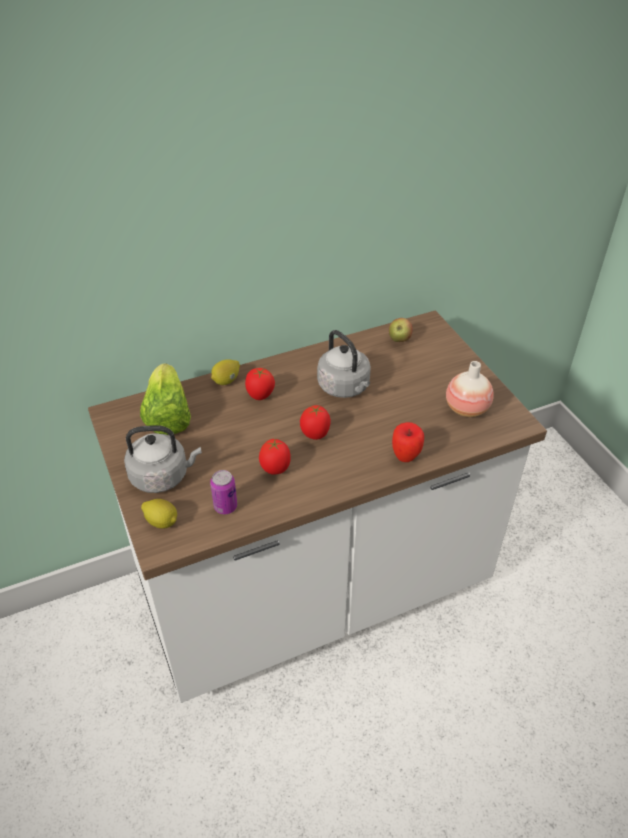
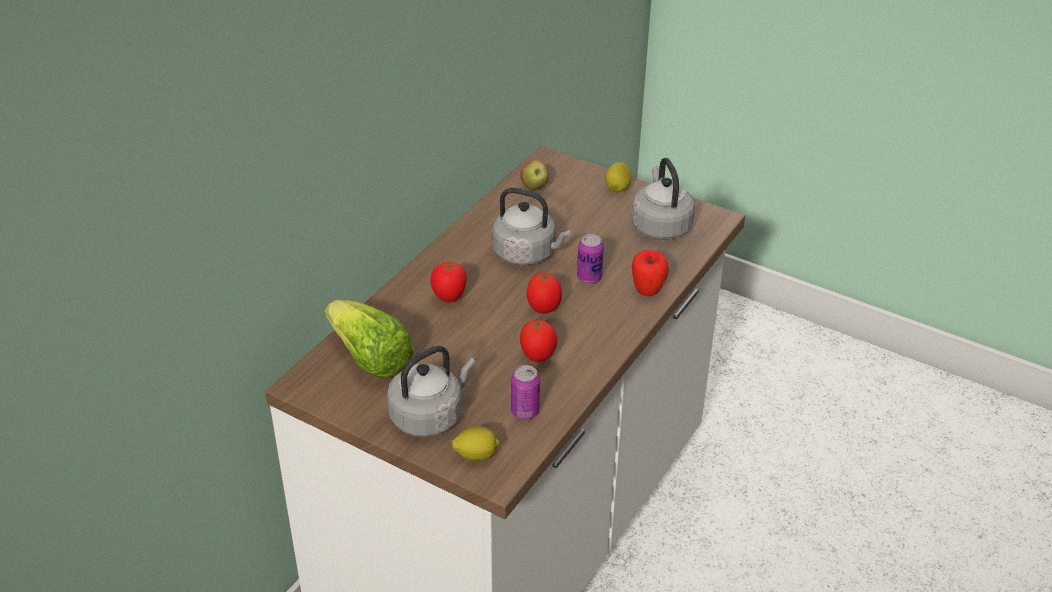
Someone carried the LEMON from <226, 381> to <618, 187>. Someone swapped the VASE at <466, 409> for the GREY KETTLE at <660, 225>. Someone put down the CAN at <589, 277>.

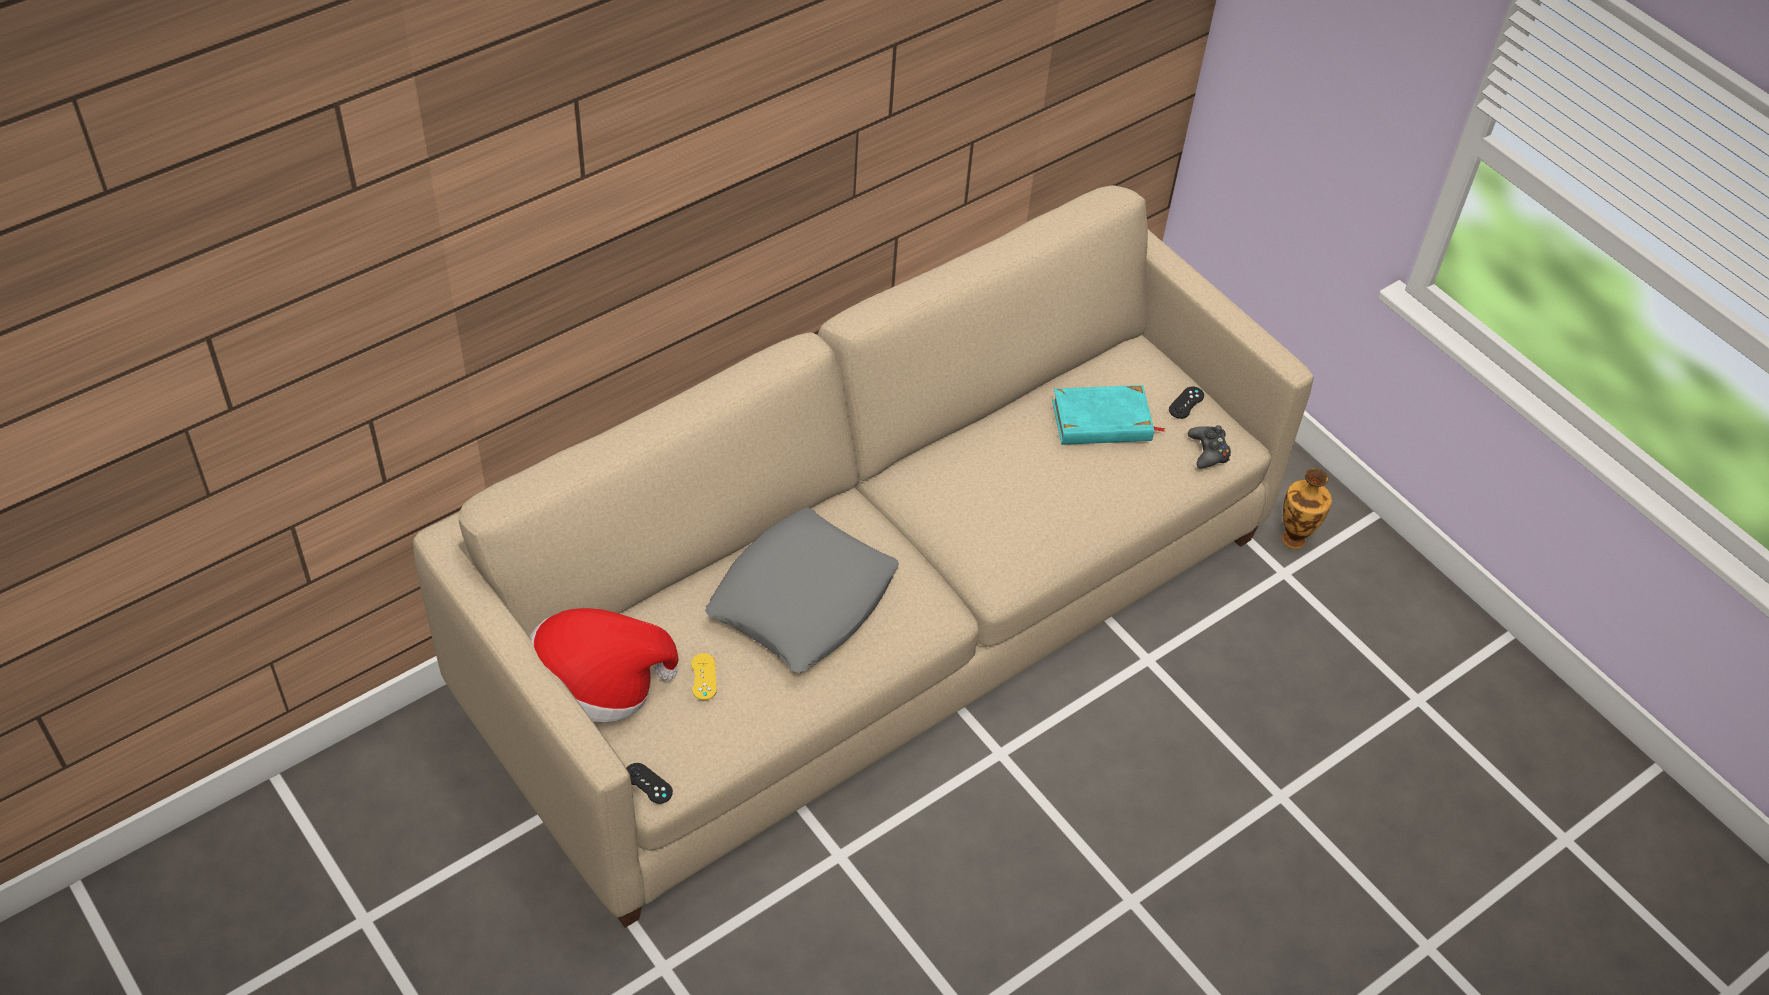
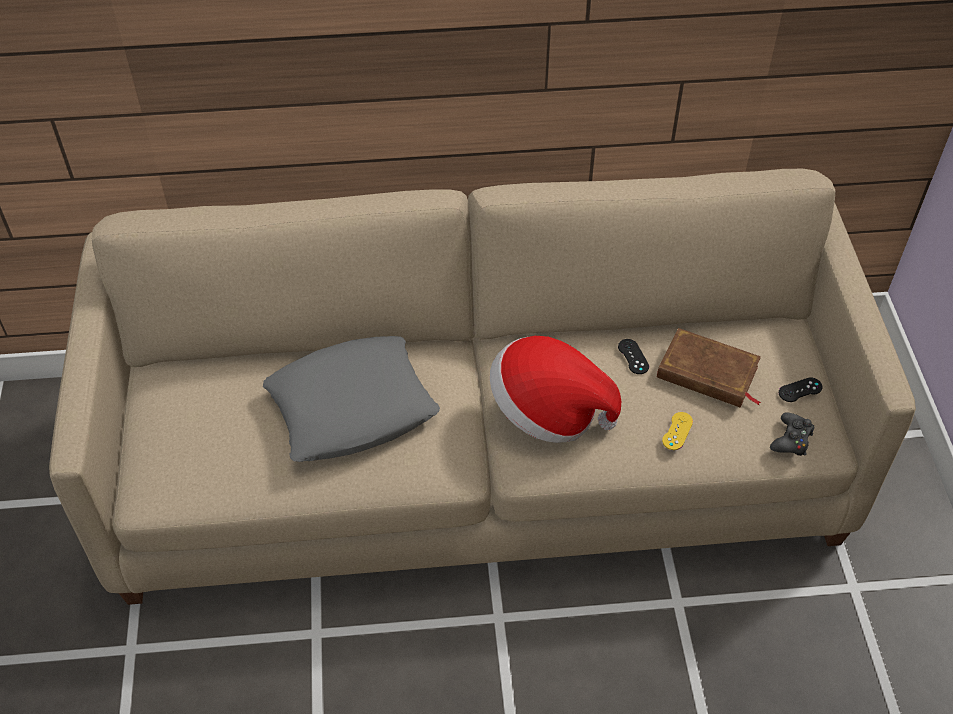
Someone carried the HAT from <597, 687> to <548, 411>. Someone carried the BLACK GAME CONTROLLER from <648, 783> to <633, 356>. Someone carried the YELLOW GAME CONTROLLER from <703, 677> to <677, 431>. Someone repainted the TURQUOISE BOOK at <1102, 421>, which became the BROWN BOOK at <707, 373>. Someone took away the VASE at <1294, 538>.

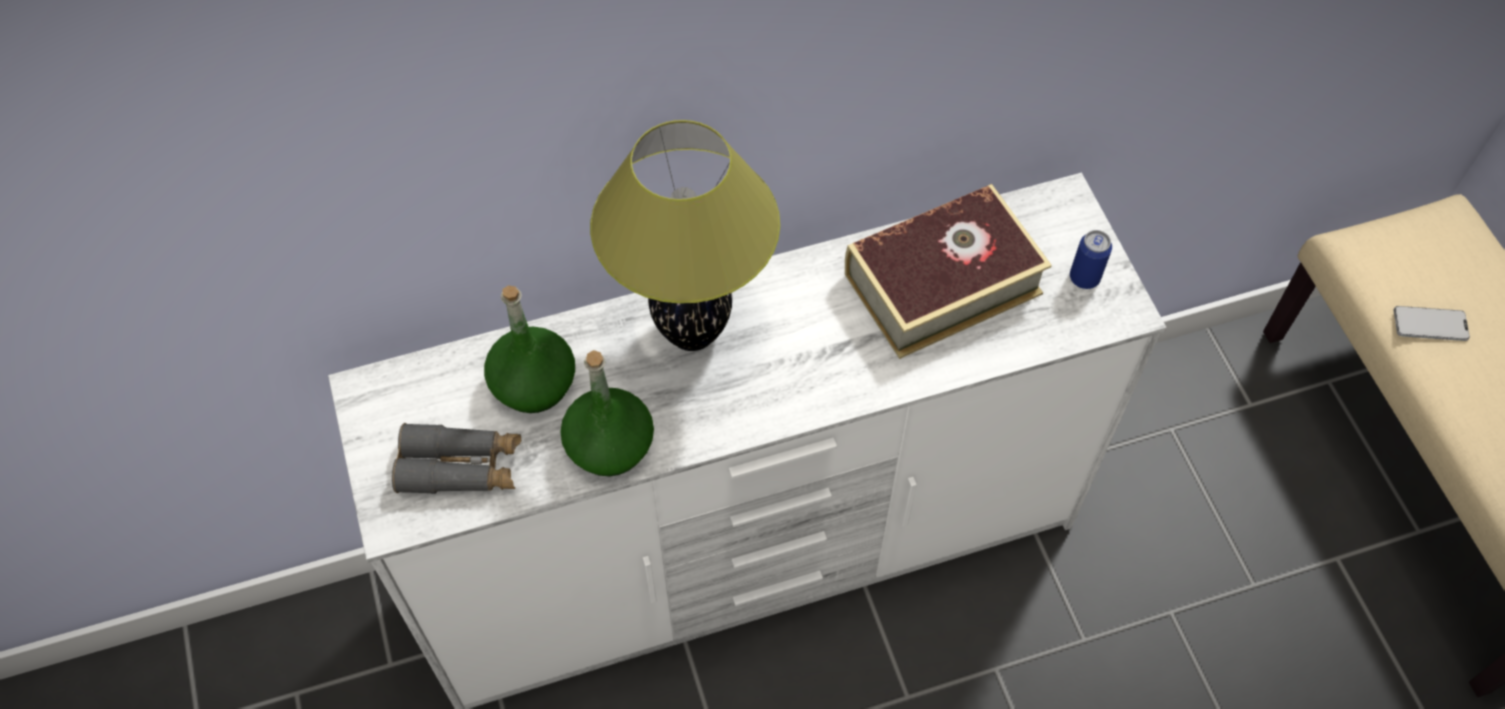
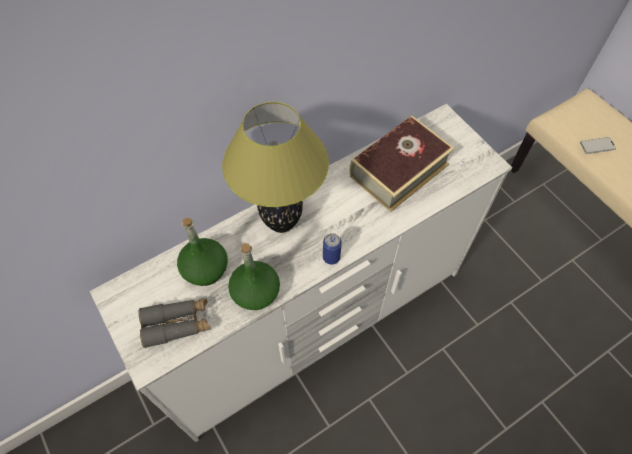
Someone carried the CAN from <1084, 278> to <331, 257>.

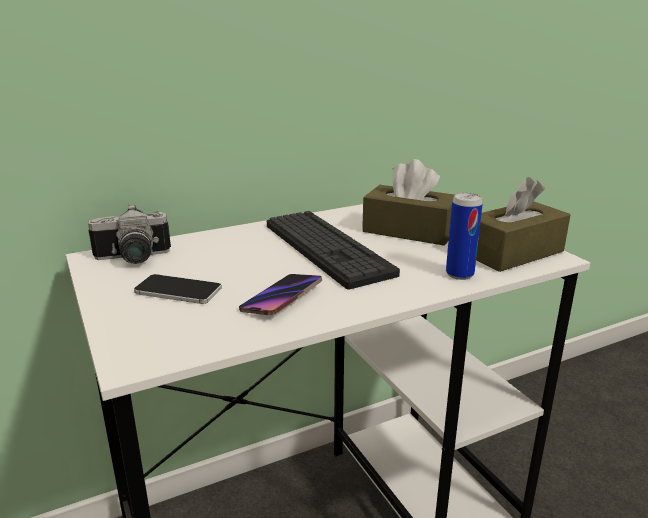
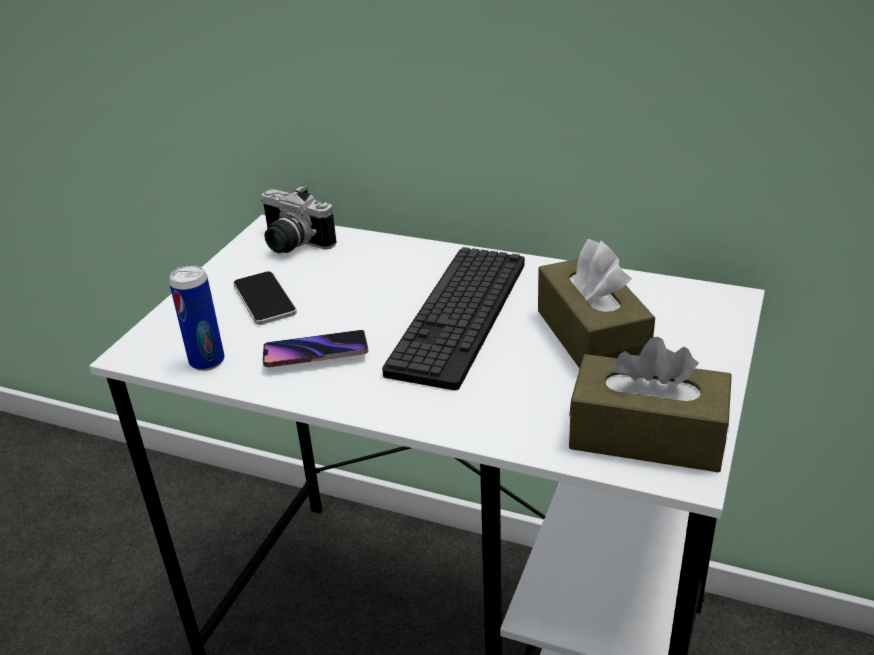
Someone carried the CAN from <459, 274> to <207, 361>.

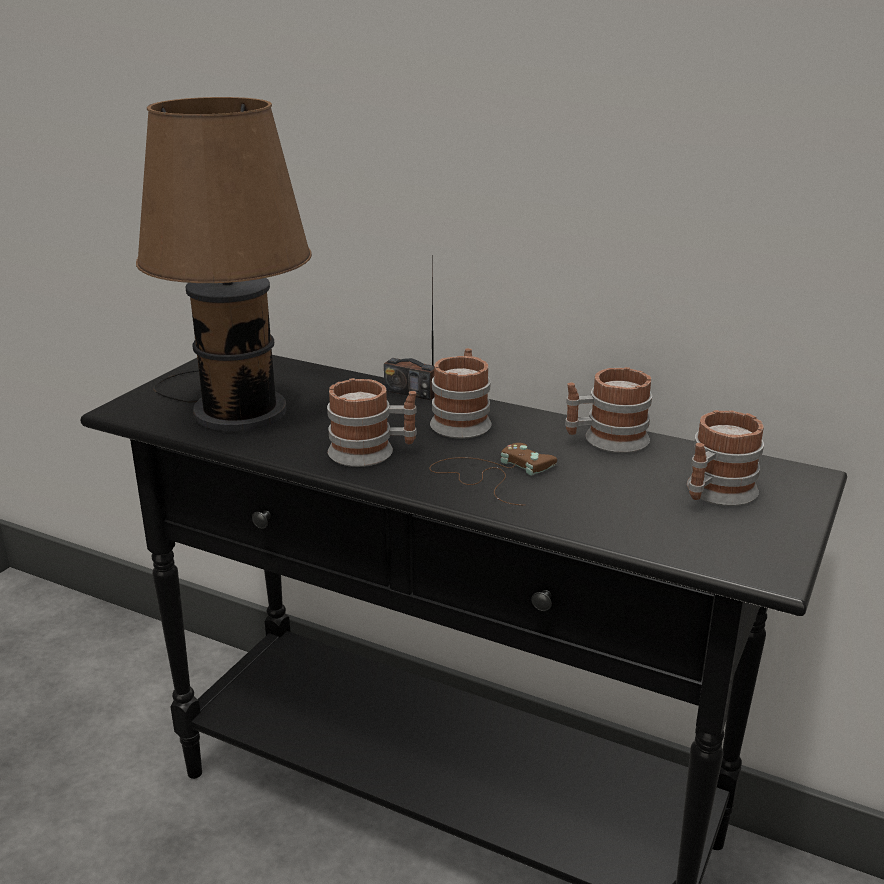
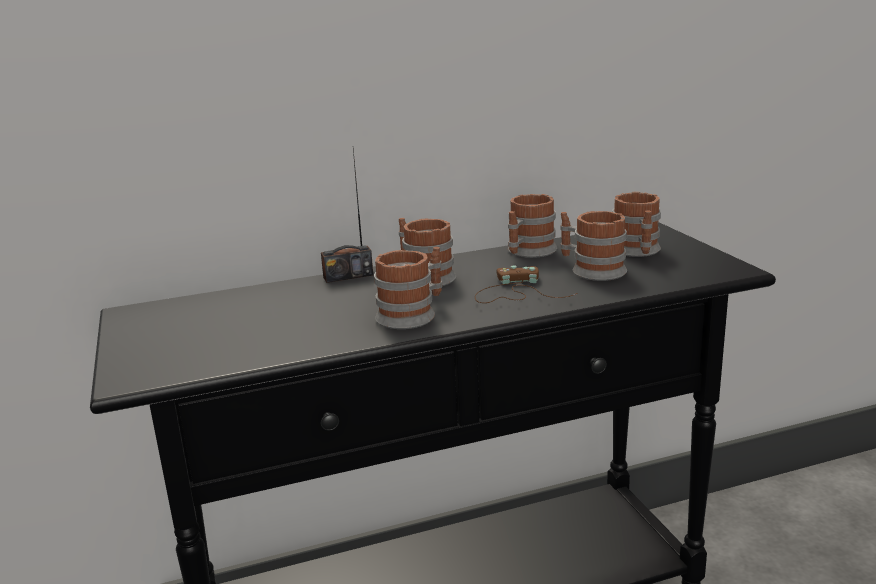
Someone took away the BROWN TABLE LAMP at <235, 408>. Someone put down the MUG at <591, 269>.

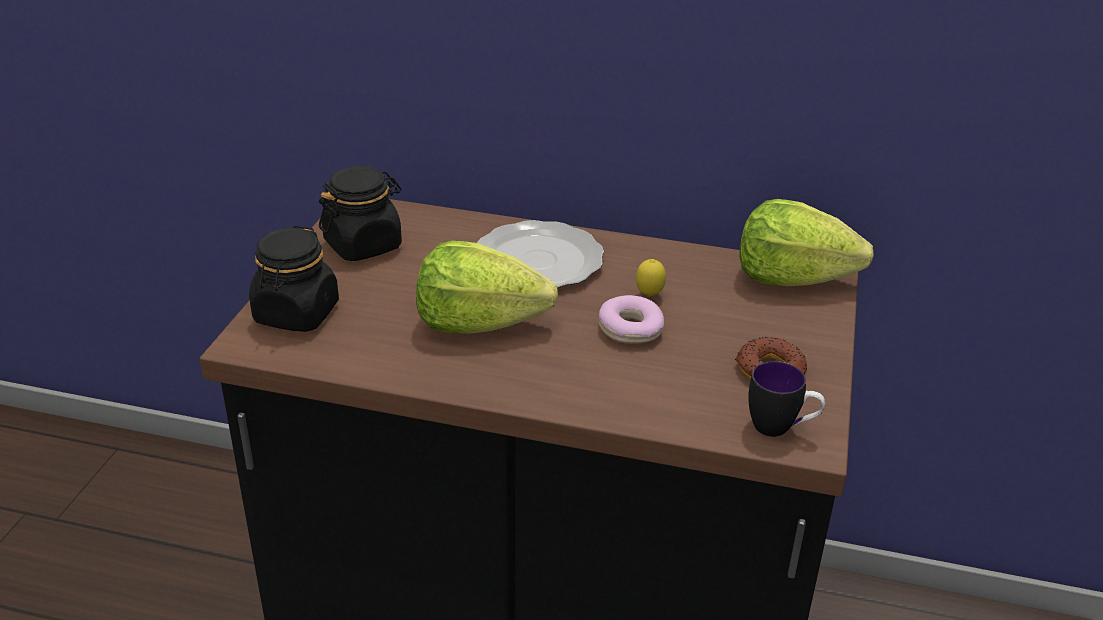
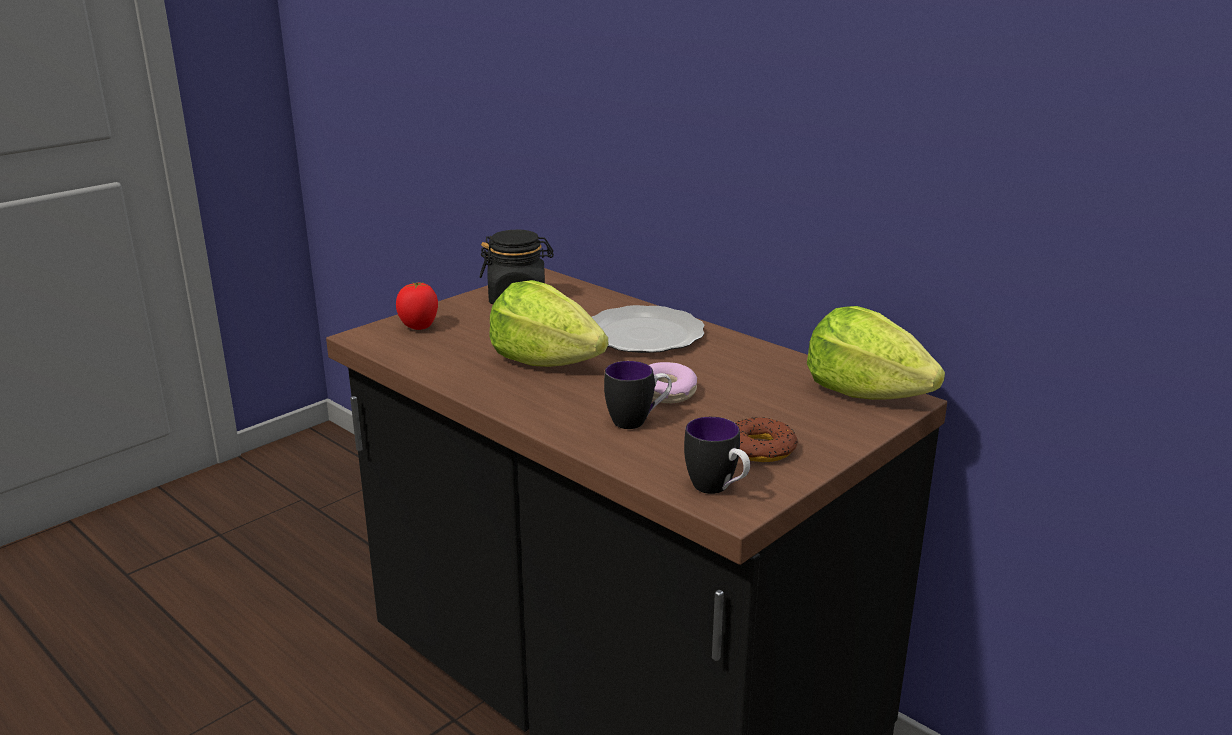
Someone swapped the BLACK JAR at <296, 314> for the TOMATO at <419, 327>. Someone took away the LEMON at <649, 296>. Someone put down the MUG at <638, 421>.

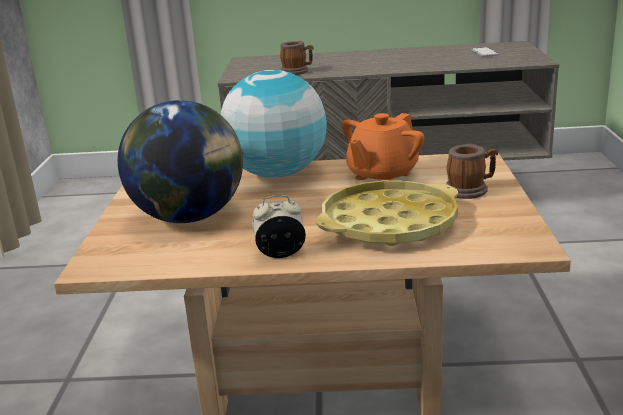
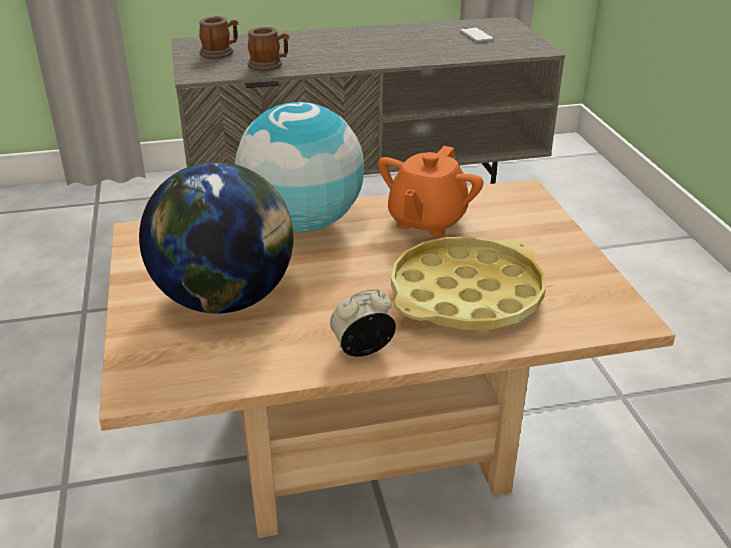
Someone carried the MUG from <470, 190> to <220, 53>.

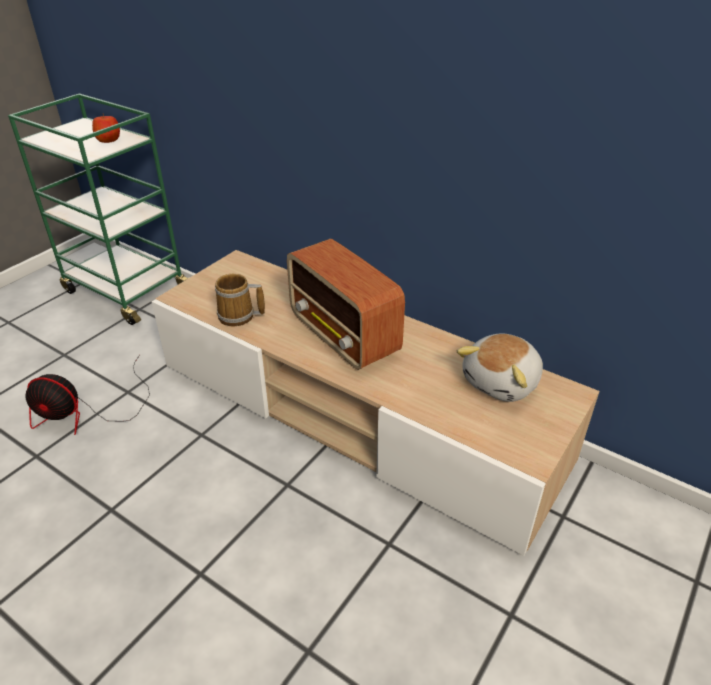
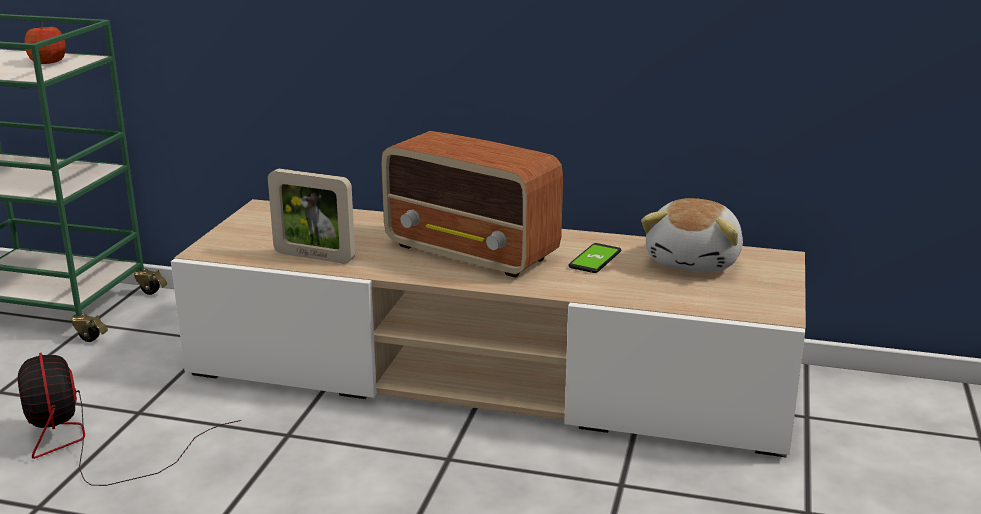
Someone rotated the FAN at <88, 412> by 75 degrees clockwise. Someone swapped the MUG at <238, 317> for the PICTURE FRAME at <314, 256>. Someone put down the PHONE at <595, 259>.

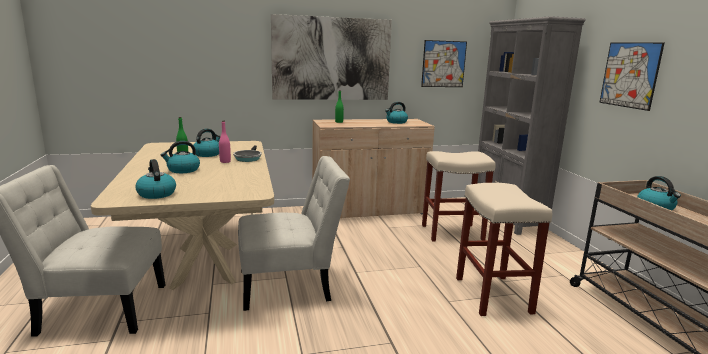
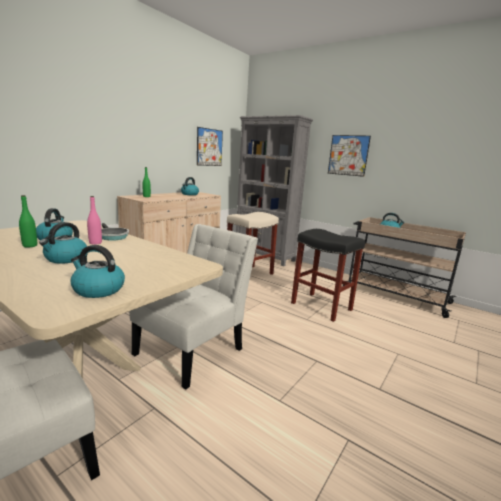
Someone took away the PICTURE at <331, 59>. Someone repainted the BEIGE STOOL at <494, 295>, which became the BLACK STOOL at <322, 306>.

